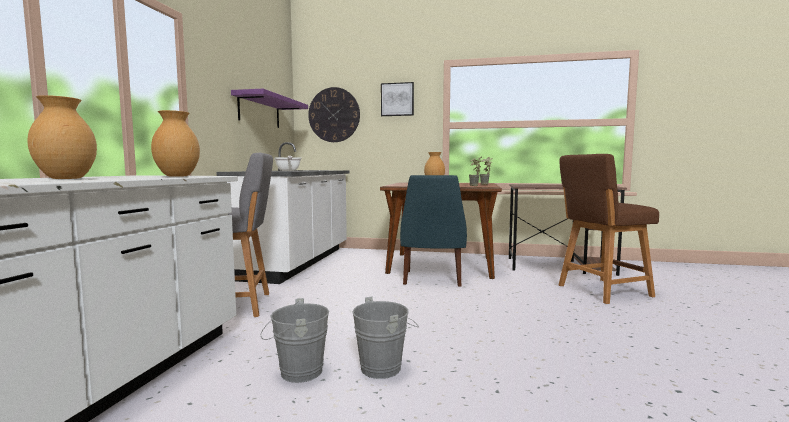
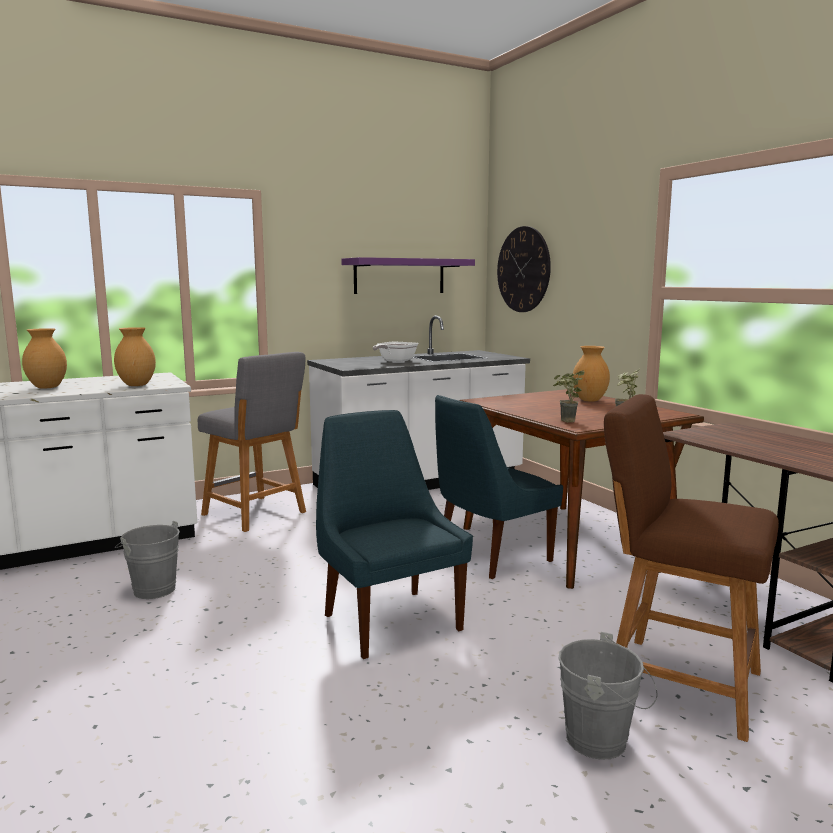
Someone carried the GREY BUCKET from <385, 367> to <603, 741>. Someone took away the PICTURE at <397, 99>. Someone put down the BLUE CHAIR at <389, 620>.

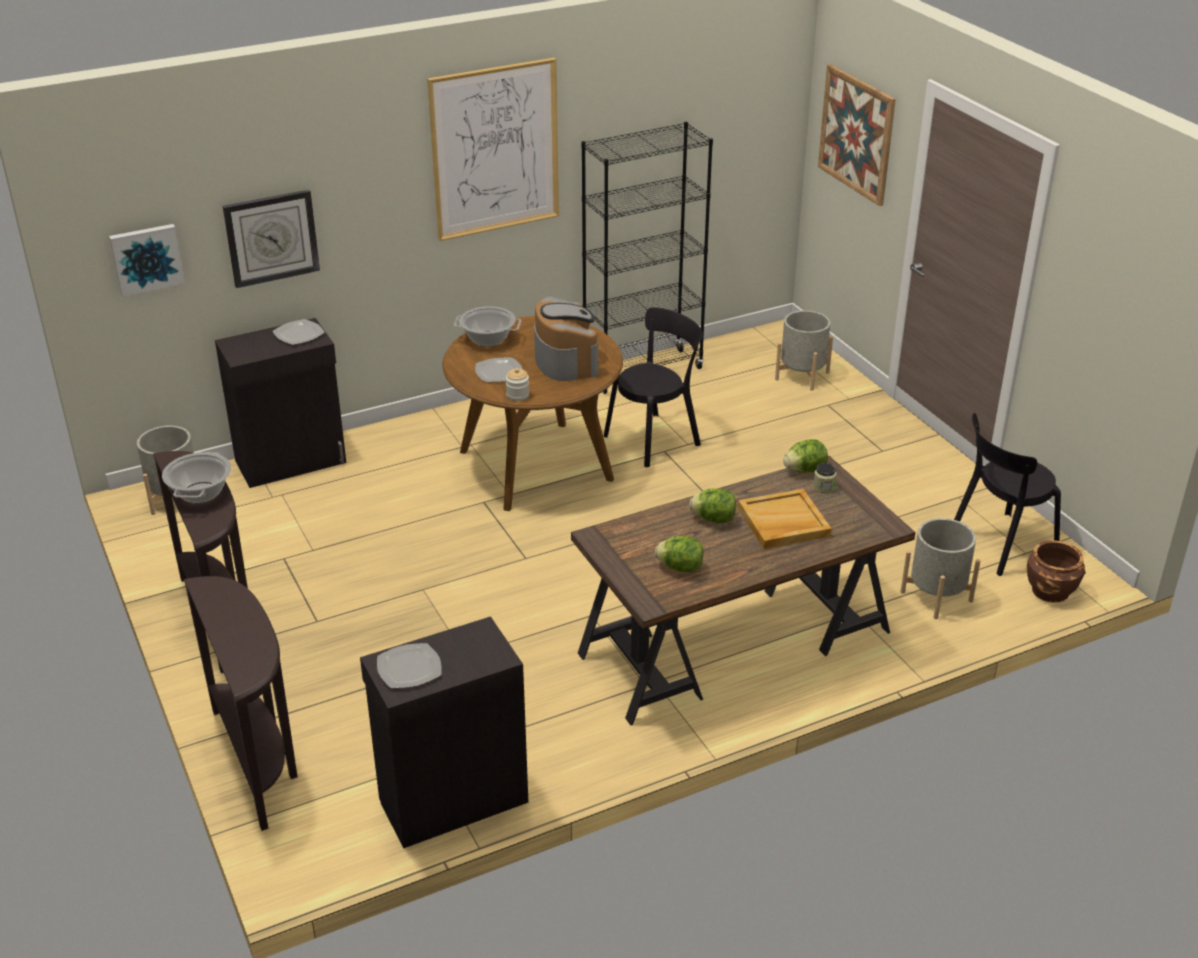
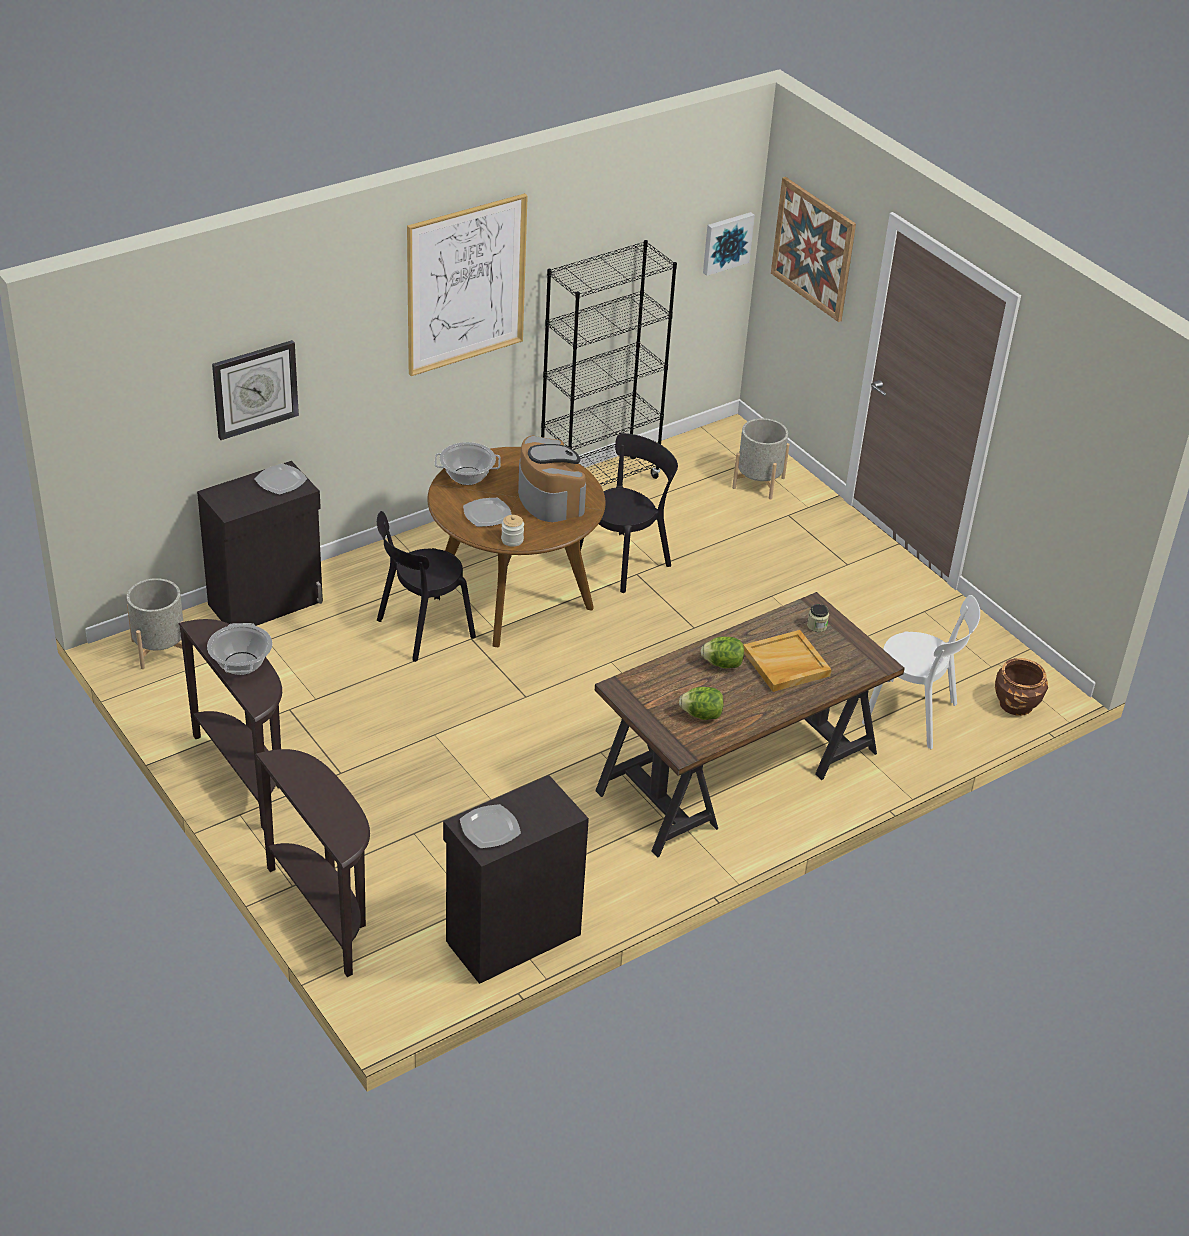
Someone carried the PICTURE from <146, 258> to <726, 242>. Someone took away the LETTUCE at <805, 470>. Someone swapped the GREY PLANTER at <936, 596> for the WHITE CHAIR at <914, 715>. Someone carried the BLACK CHAIR from <999, 545> to <421, 630>.

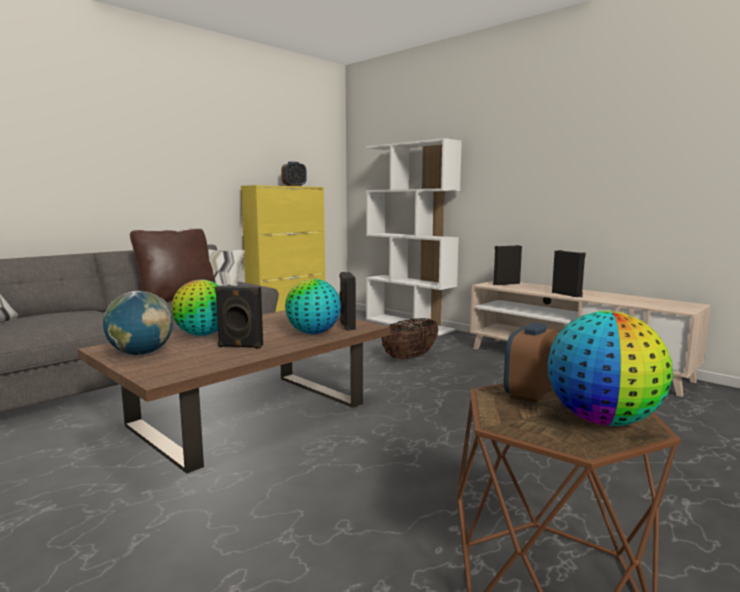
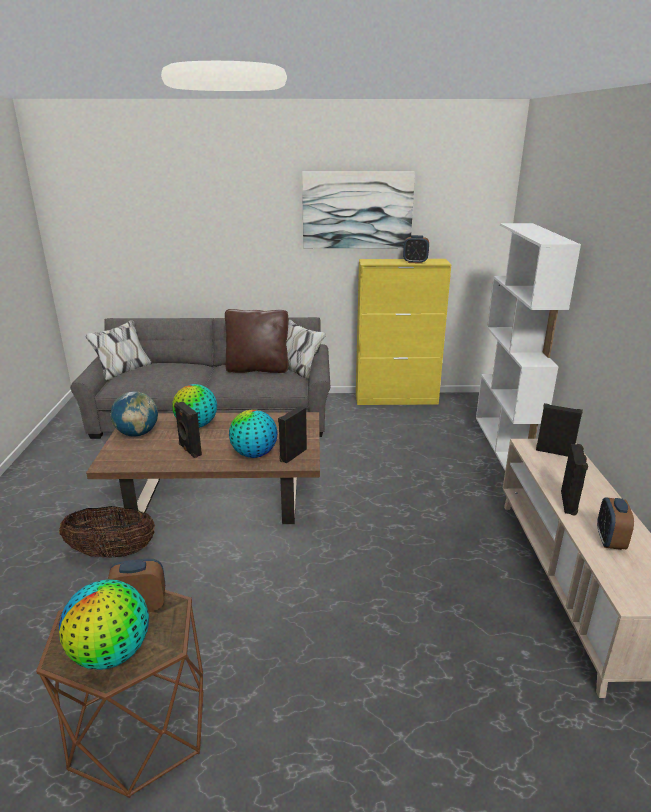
Someone carried the BASKET from <410, 357> to <112, 552>. Someone put up the PICTURE at <357, 210>. Someone put down the ALARM CLOCK at <609, 541>.

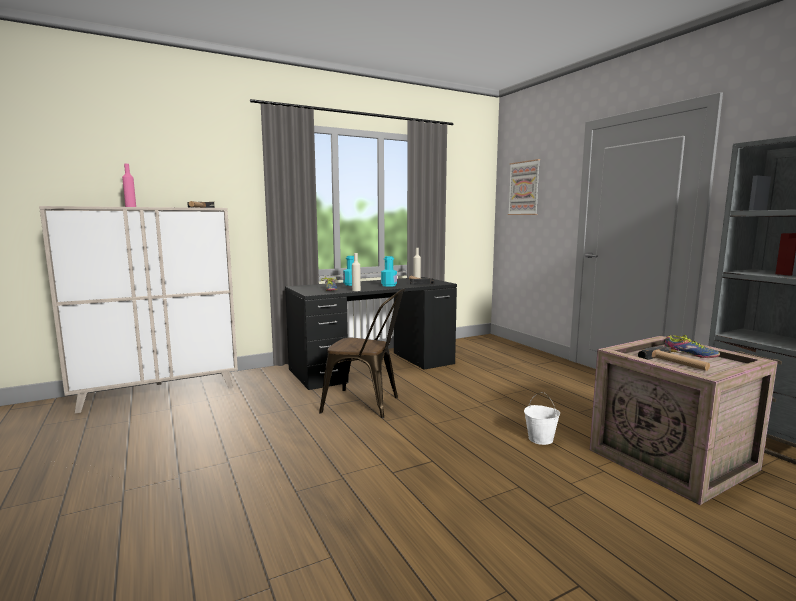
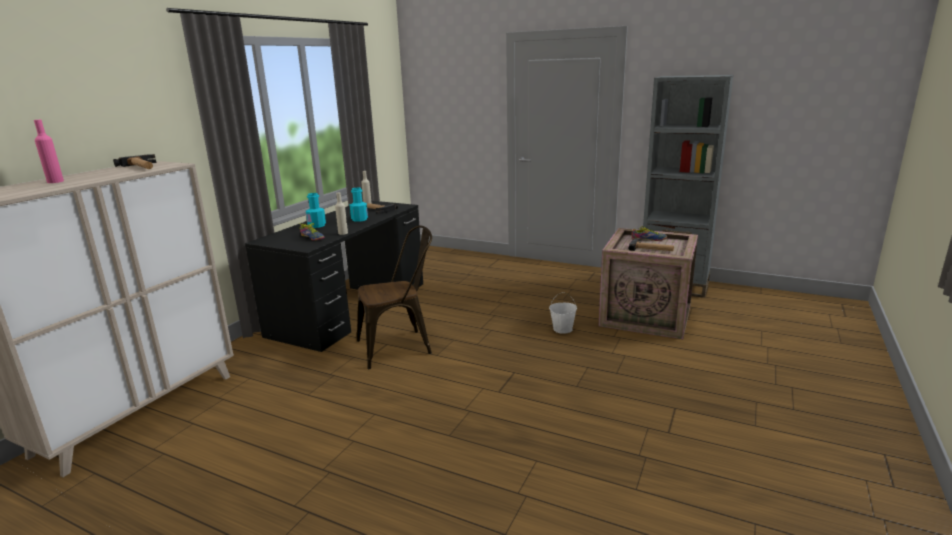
Someone took away the PICTURE at <524, 188>.

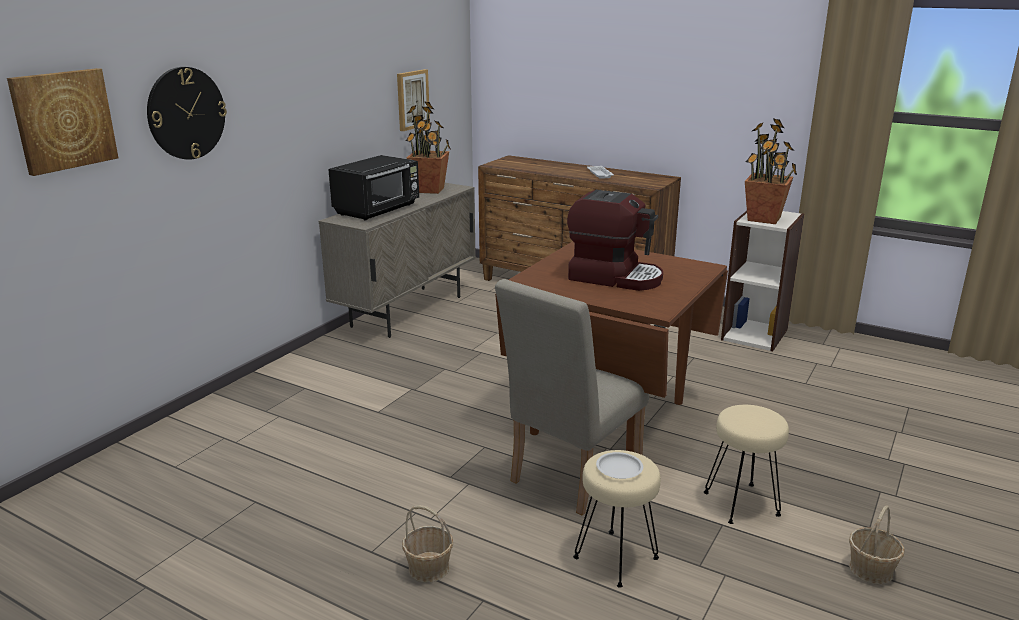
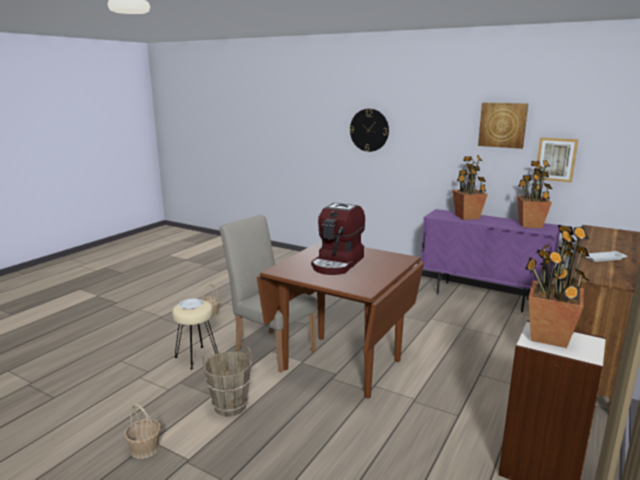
Someone carried the PICTURE from <63, 120> to <502, 125>. Someone repainted the BEIGE CABINET at <407, 311>, which became the PURPLE CABINET at <482, 297>. Someone swapped the BLACK MICROWAVE at <378, 210> for the POTTED PLANT at <467, 217>. Someone swapped the BEIGE STOOL at <742, 503> for the BROWN BUCKET at <230, 406>.

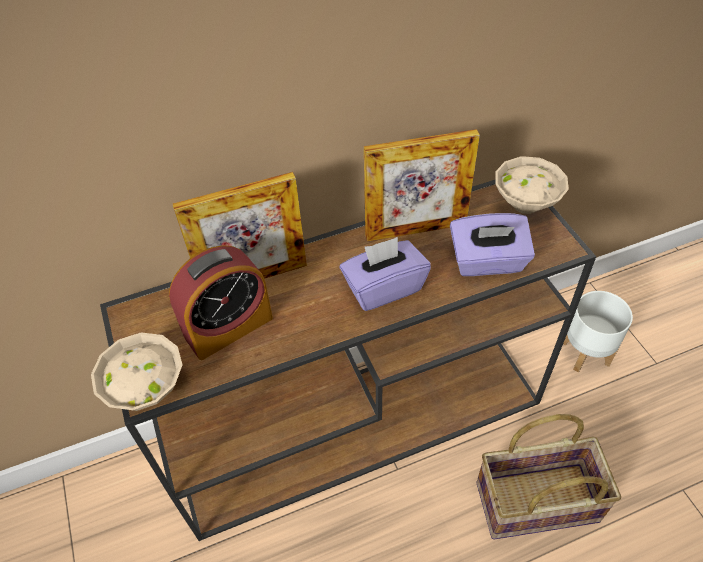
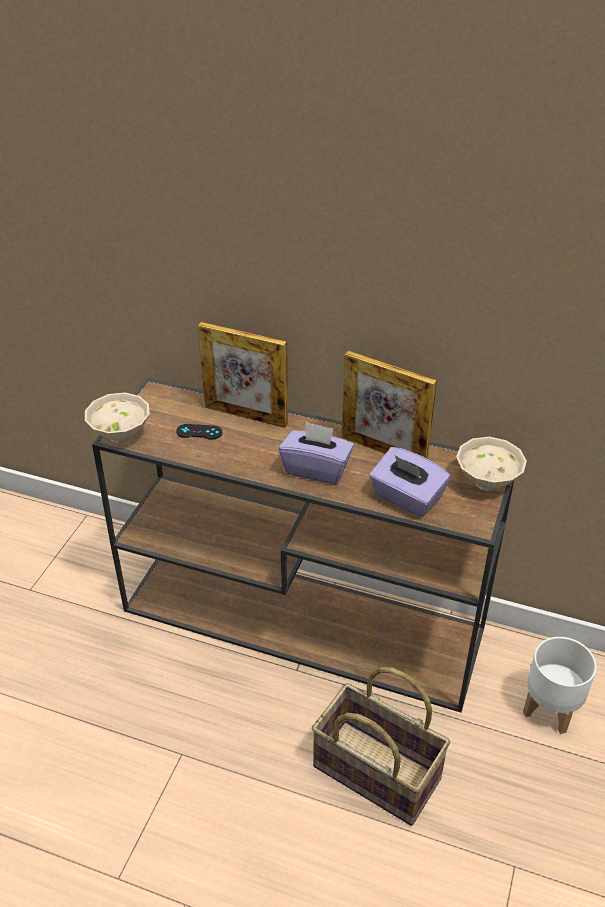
Someone swapped the ALARM CLOCK at <229, 327> for the BLACK GAME CONTROLLER at <199, 432>.

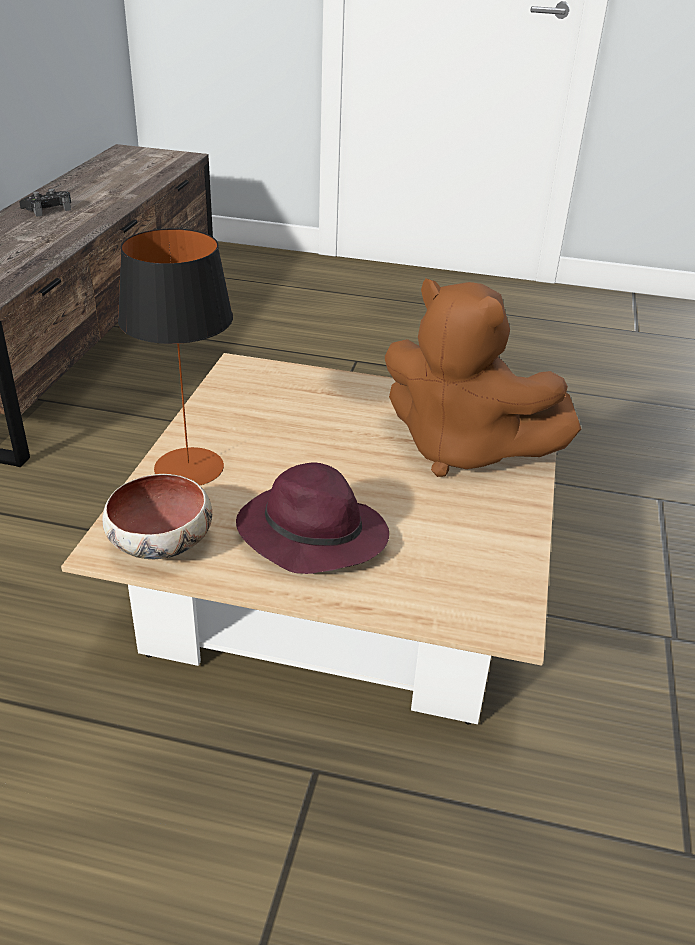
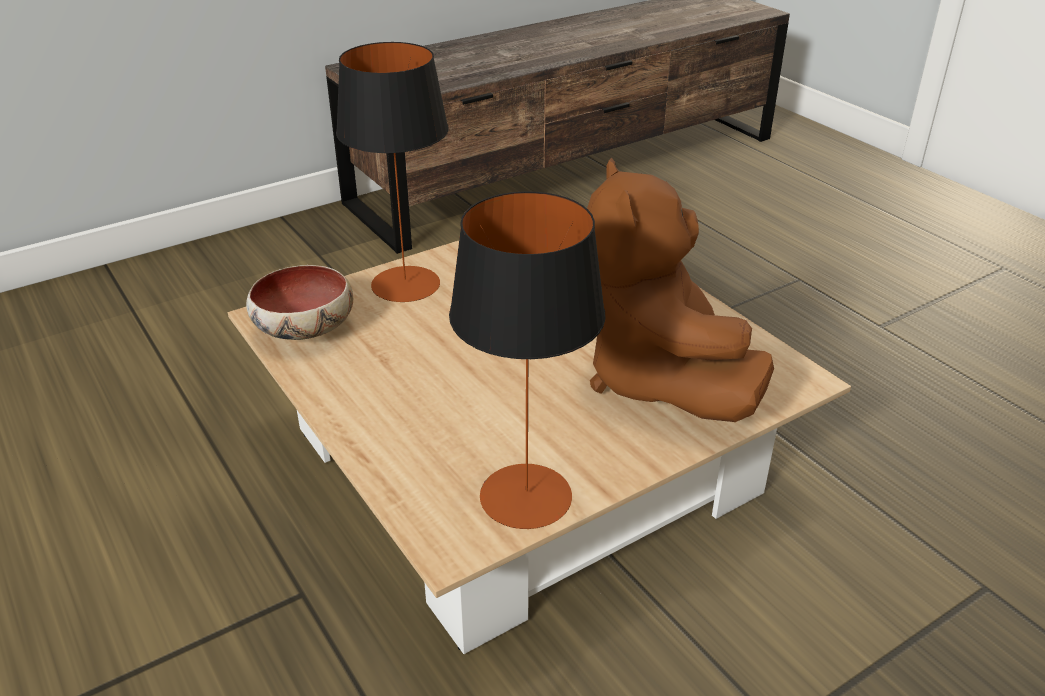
Someone took away the BLACK GAME CONTROLLER at <47, 209>. Someone took away the PURPLE HAT at <310, 534>. Someone put down the TABLE LAMP at <526, 496>.

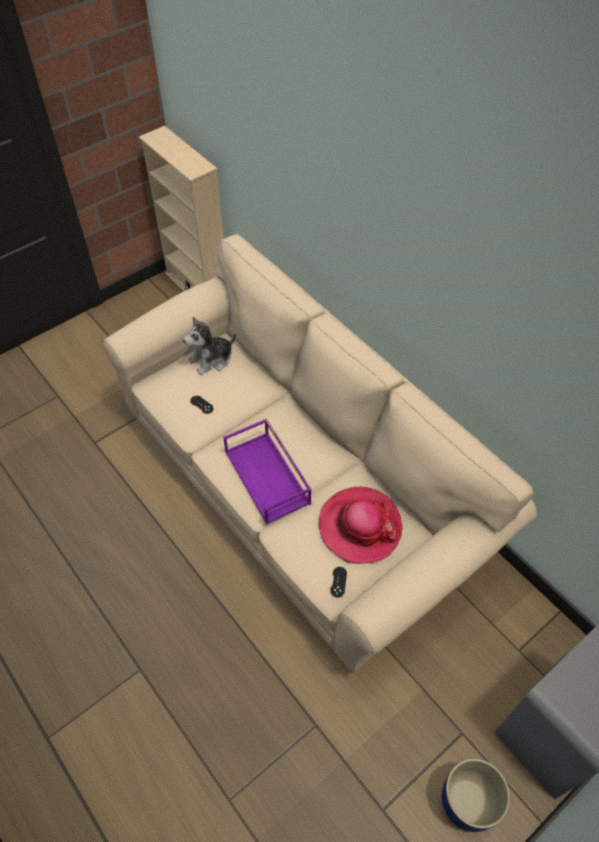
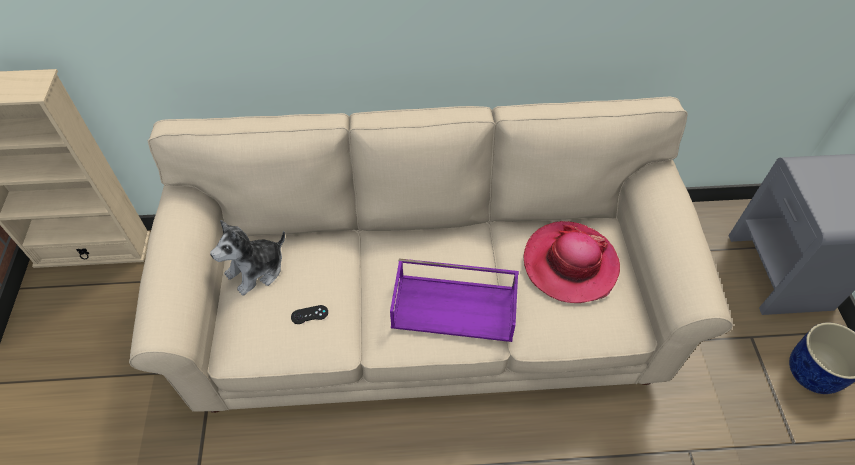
Someone rotated the PLUSH TOY at <212, 359> by 45 degrees clockwise. Someone took away the BLACK GAME CONTROLLER at <338, 582>.

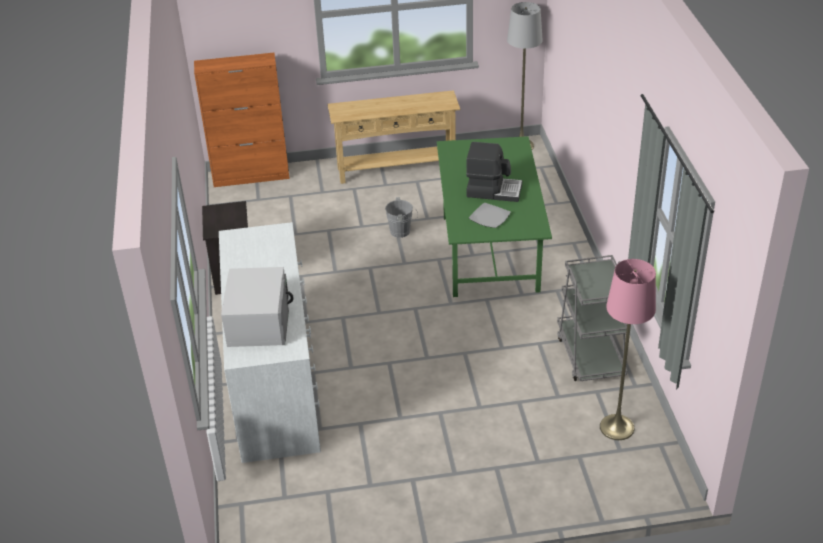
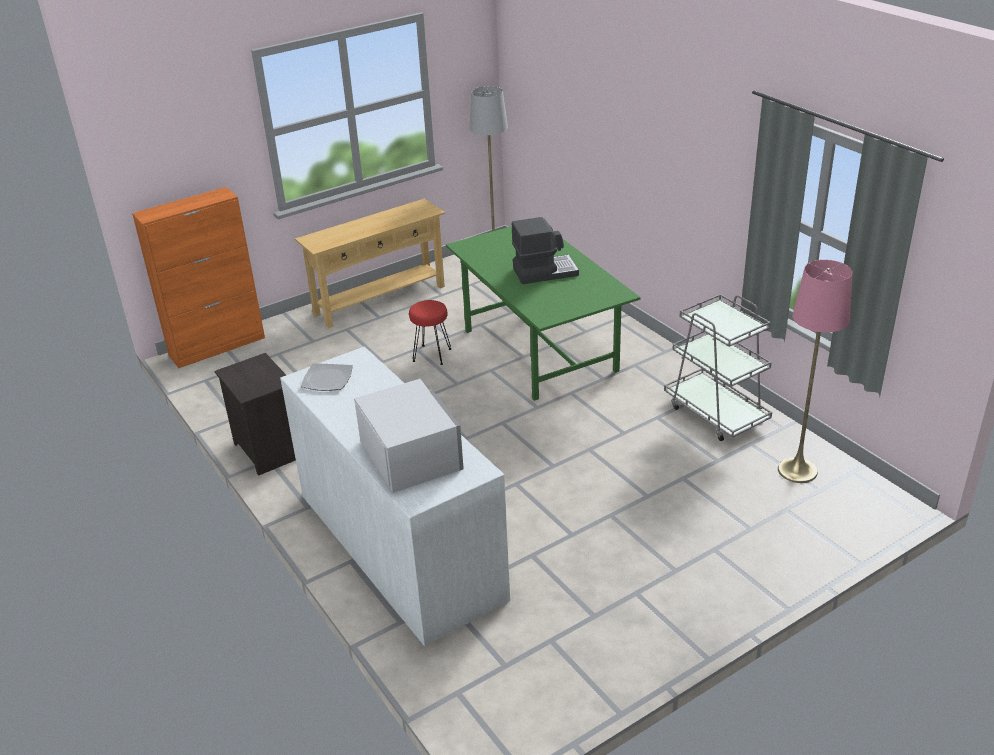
Someone swapped the GREY BUCKET at <402, 231> for the RED STOOL at <431, 355>. Someone carried the PLATE from <489, 217> to <327, 379>.

